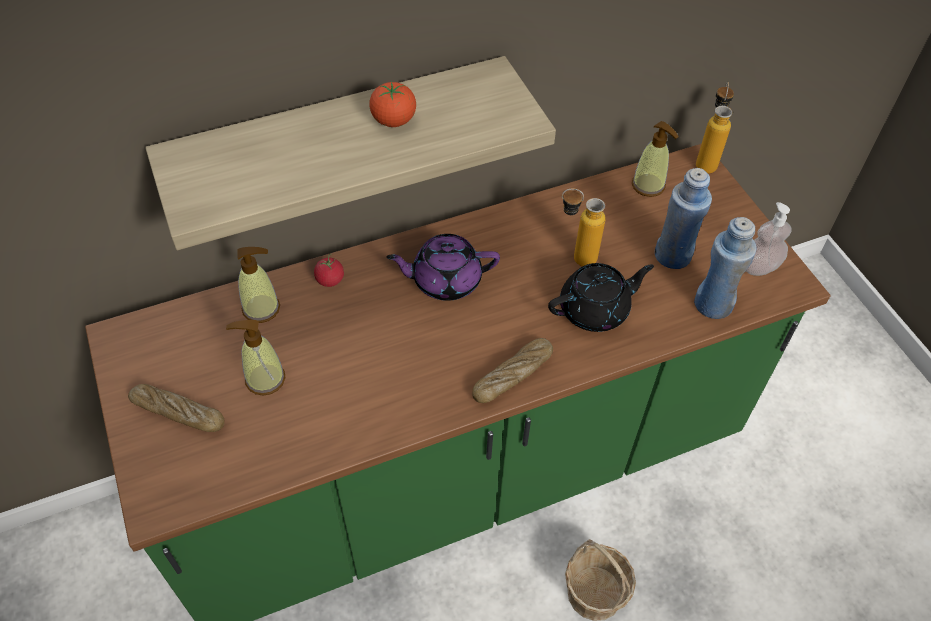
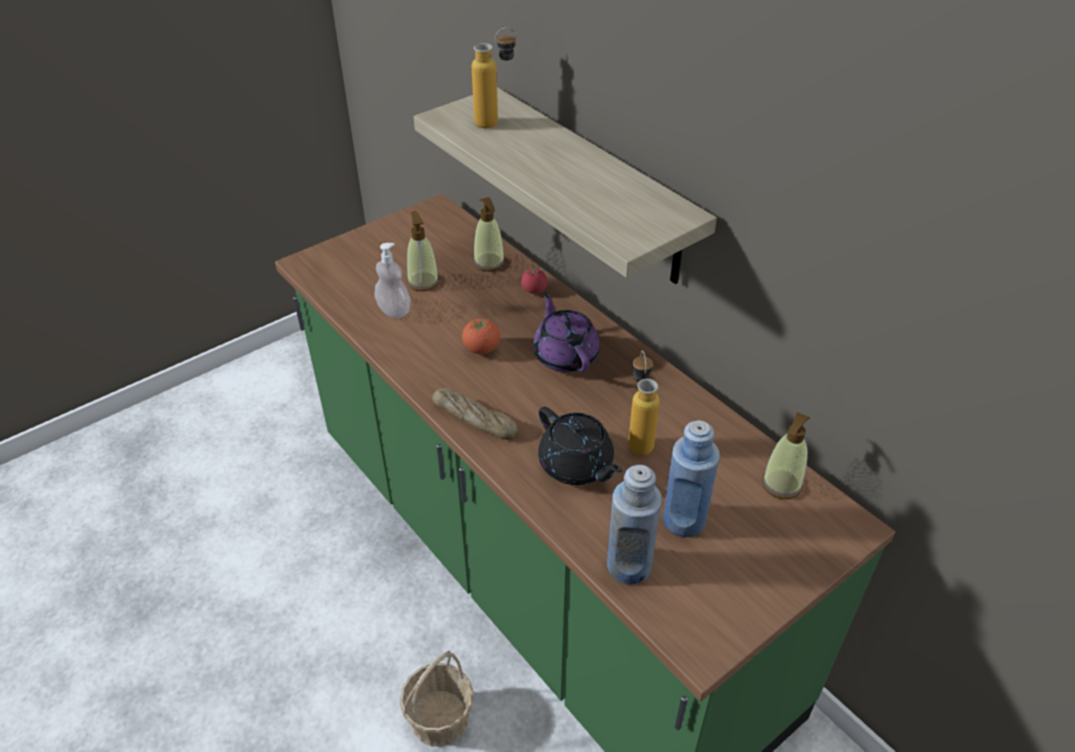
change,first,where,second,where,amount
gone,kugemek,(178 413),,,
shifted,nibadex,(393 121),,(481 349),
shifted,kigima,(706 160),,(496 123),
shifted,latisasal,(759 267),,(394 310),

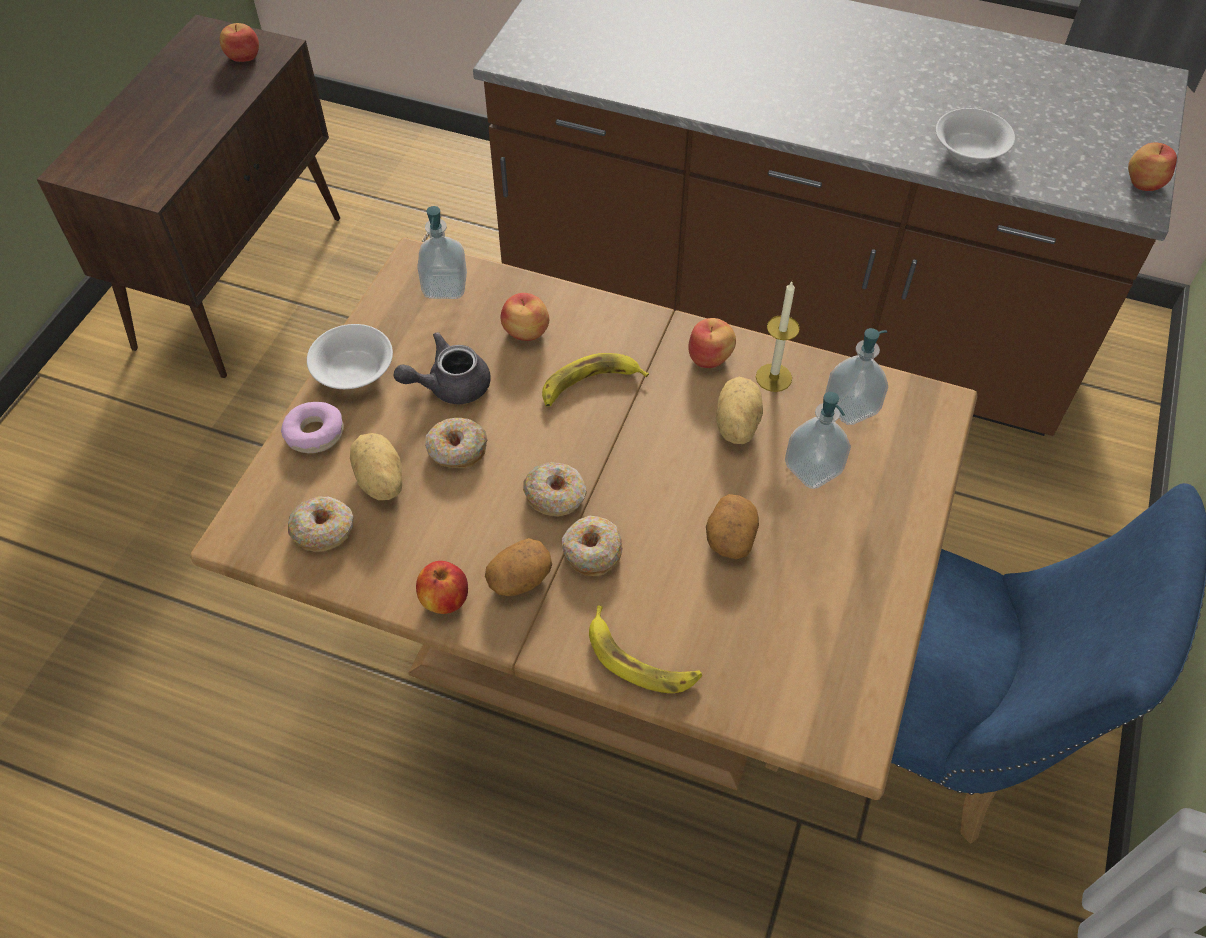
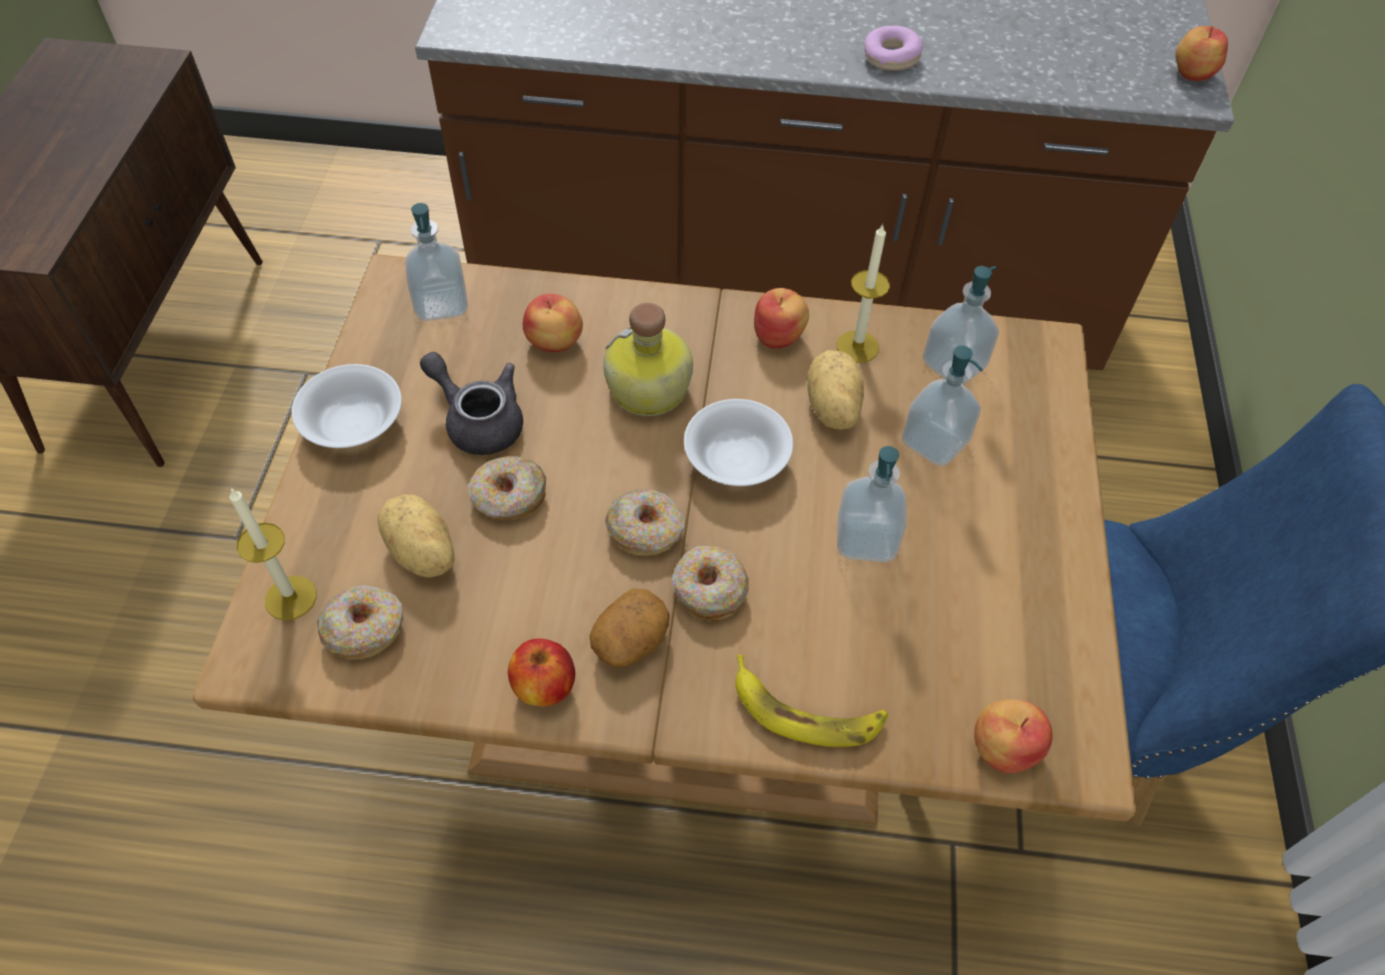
change,first,where,second,where,amount
new,,,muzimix,(290 598),
shifted,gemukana,(243 56),,(1004 747),
shifted,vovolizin,(314 433),,(891 57),
shifted,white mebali,(970 150),,(738 459),
swapped,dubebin,(589 384),kigima,(648 390),
swapped,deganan,(730 536),latisasal,(866 539),
rotated,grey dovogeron,(449 385),,(478 420),75 degrees clockwise

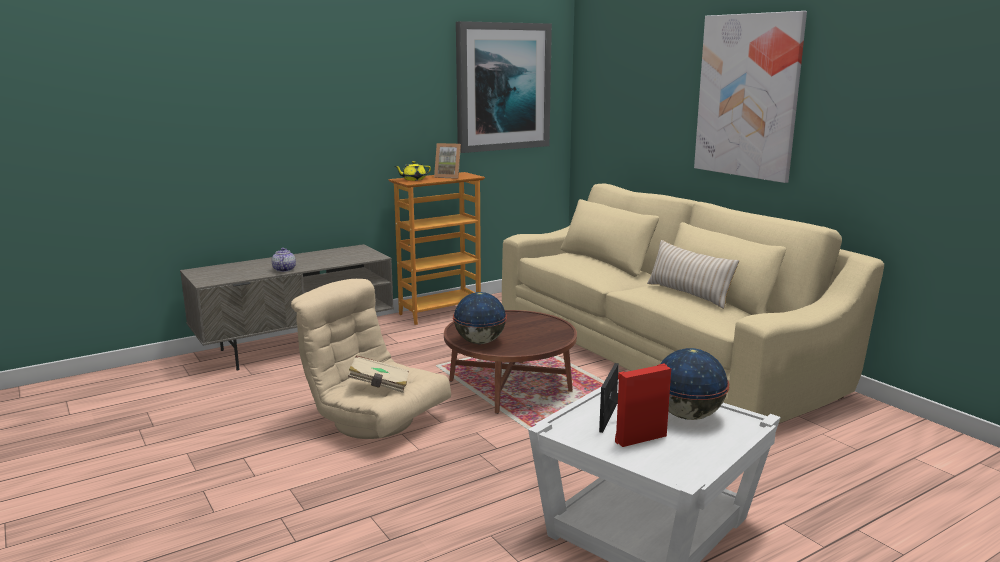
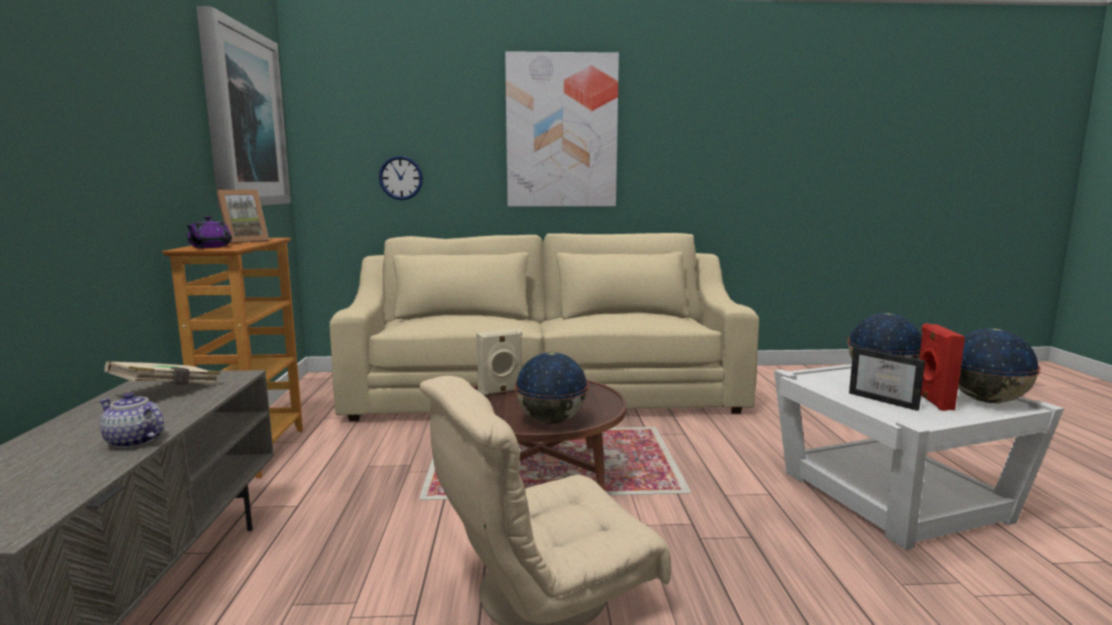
change,first,where,second,where,amount
gone,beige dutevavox,(688 294),,,
new,,,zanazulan,(401 178),
new,,,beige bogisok,(500 391),
new,,,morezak,(986 401),
shifted,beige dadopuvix,(379 385),,(167 390),
repainted,yellow dovogeron,(413 179),purple dovogeron,(210 247),

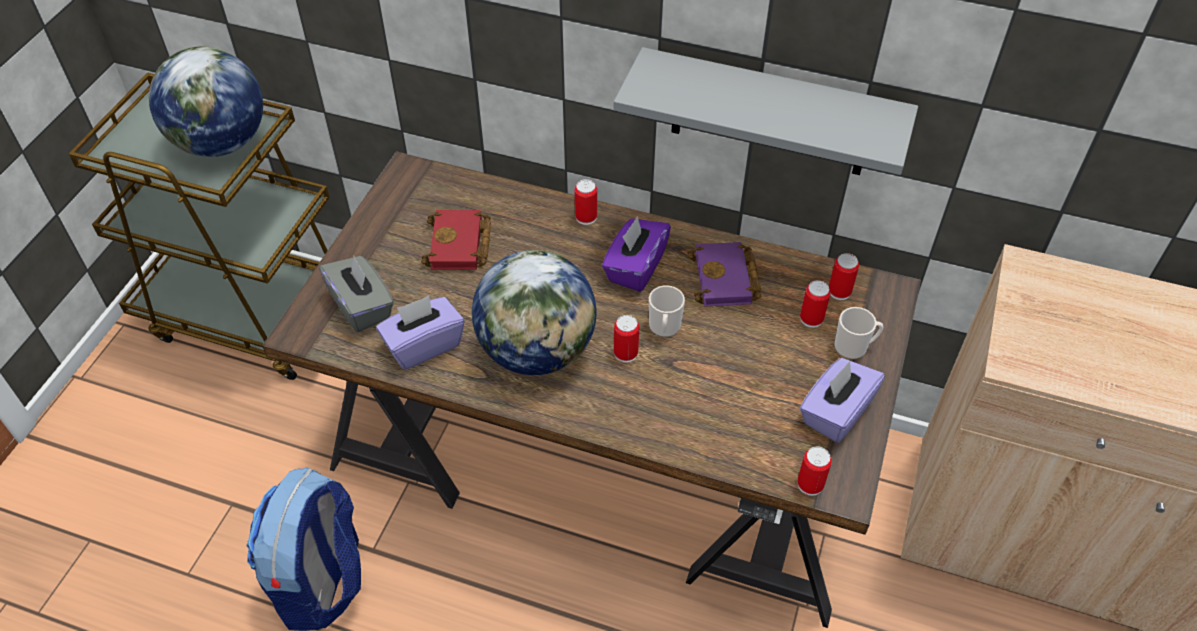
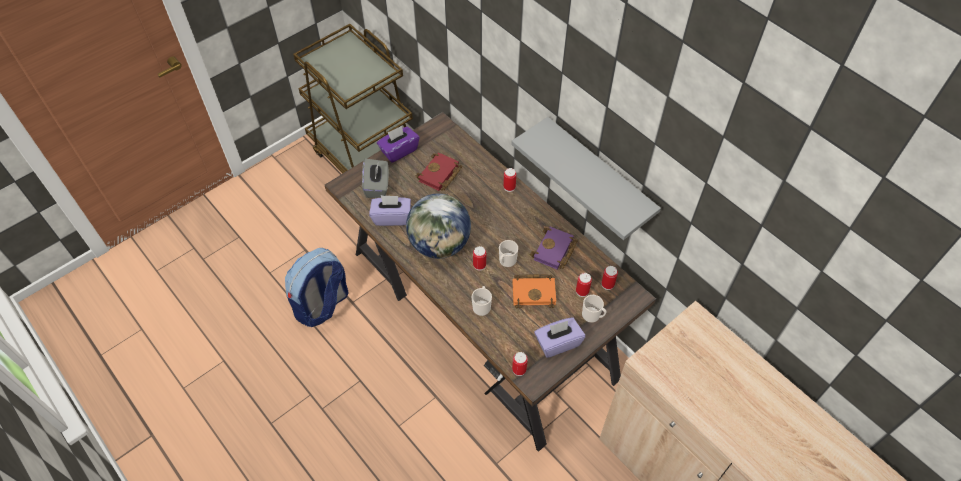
change,first,where,second,where,amount
gone,morezak,(221 143),,,
new,,,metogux,(482 306),
new,,,orange dadopuvix,(535 292),
shifted,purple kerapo,(635 268),,(399 151),

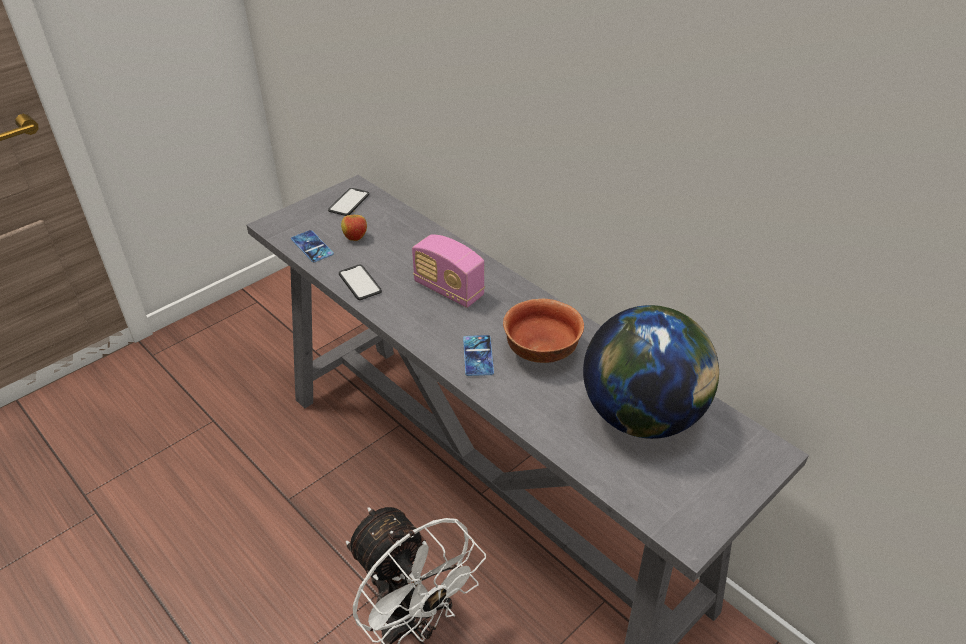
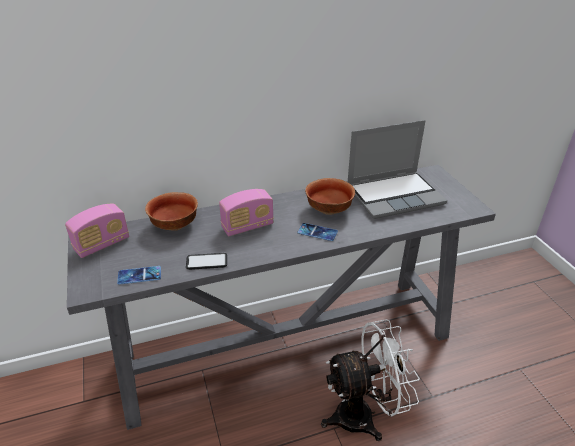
change,first,where,second,where,amount
gone,gemukana,(355 237),,,
new,,,mebali,(174 225),
swapped,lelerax,(349 202),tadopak,(102 244),
swapped,morezak,(642 416),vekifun,(395 195),

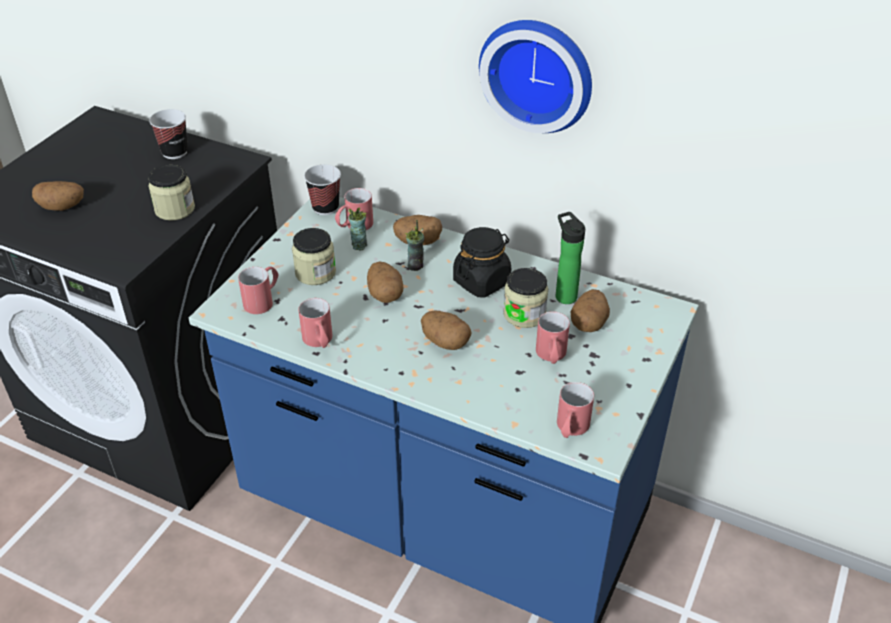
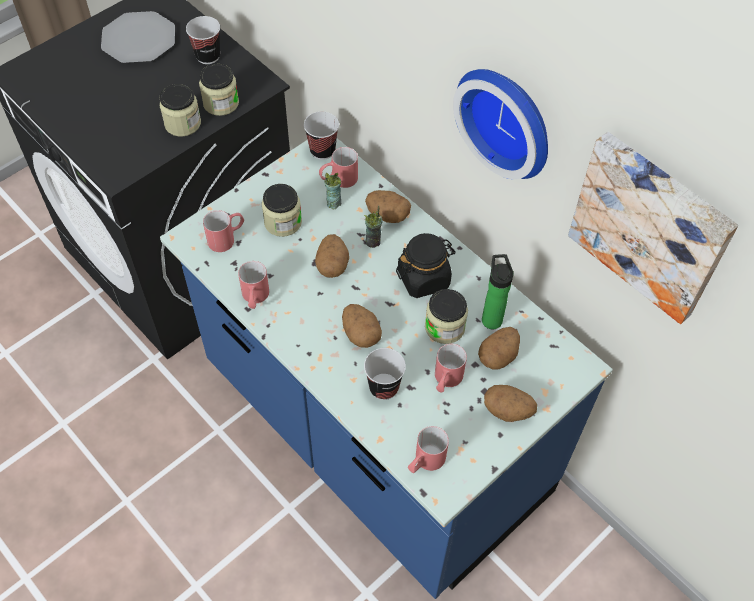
change,first,where,second,where,amount
new,,,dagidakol,(139 39),
new,,,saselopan,(221 103),
new,,,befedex,(383 387),
new,,,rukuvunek,(651 225),
shifted,deganan,(62 207),,(508 410),

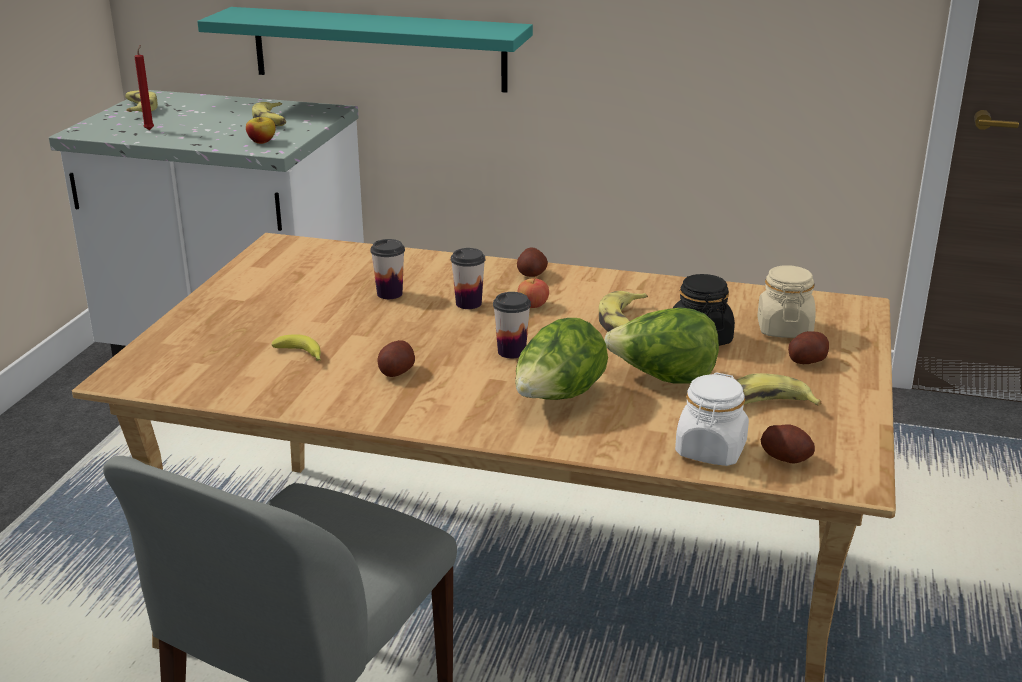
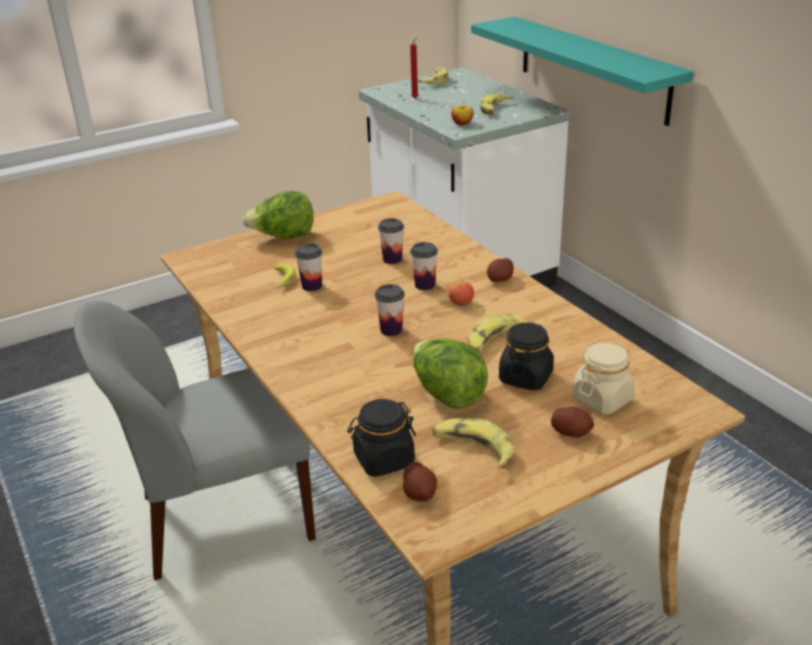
change,first,where,second,where,amount
gone,deganan,(396 372),,,
new,,,befedex,(312 286),
shifted,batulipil,(558 398),,(283 237),
repainted,white saselopan,(710 450),black saselopan,(383 460),

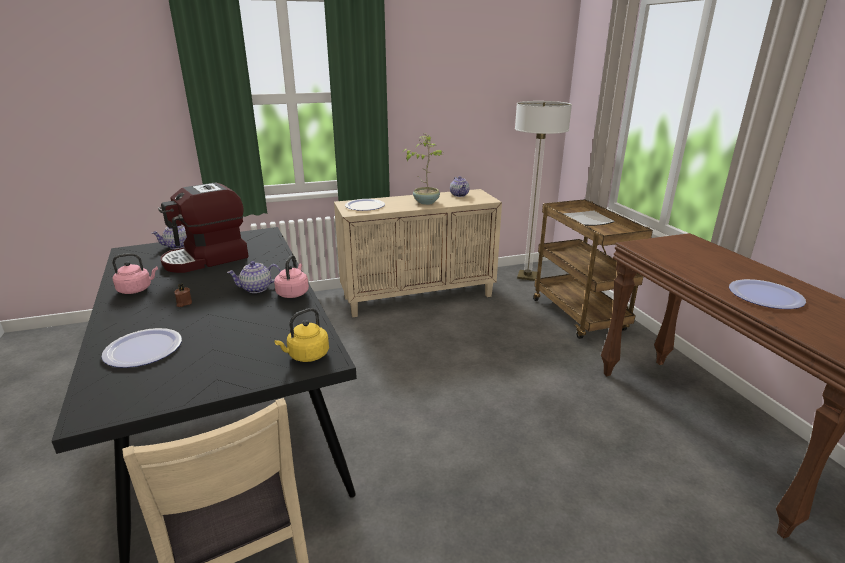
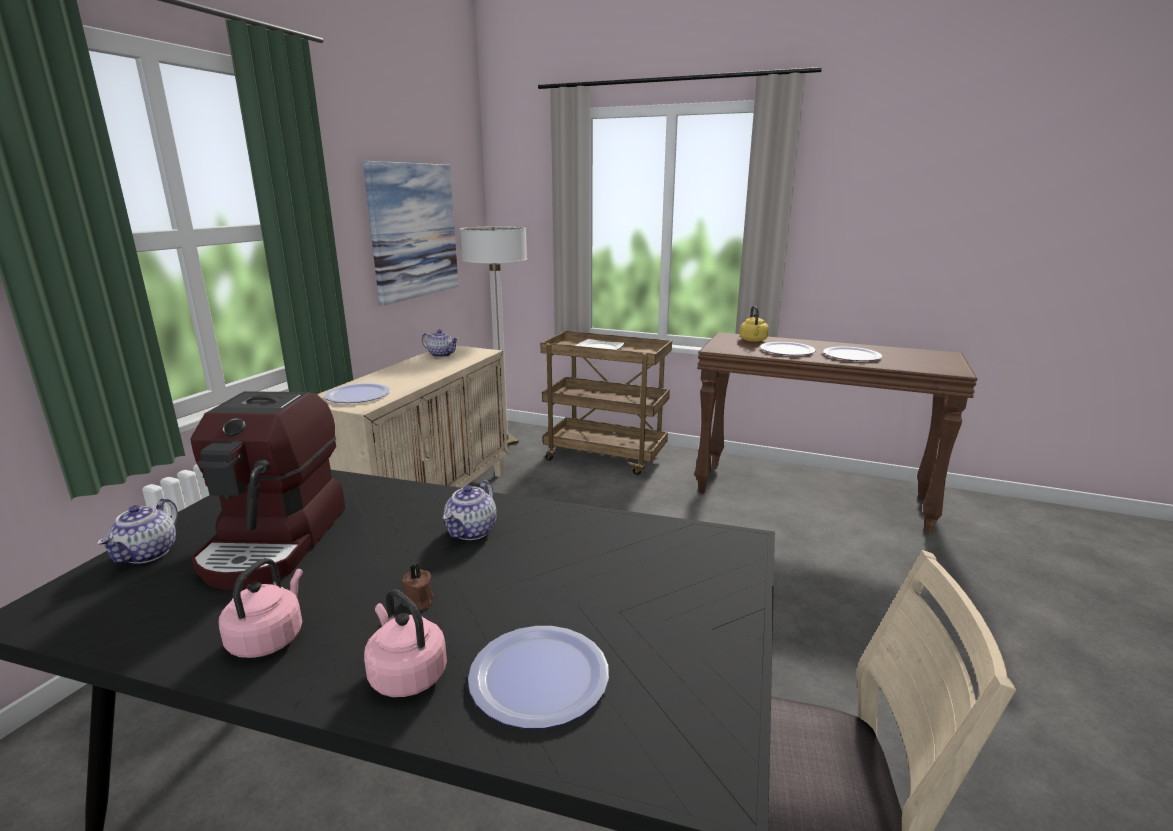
change,first,where,second,where,amount
gone,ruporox,(426 202),,,
new,,,rukuvunek,(413 231),
new,,,dagidakol,(787 350),
shifted,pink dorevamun,(293 293),,(406 674),
shifted,yellow dorevamun,(306 356),,(753 340),

